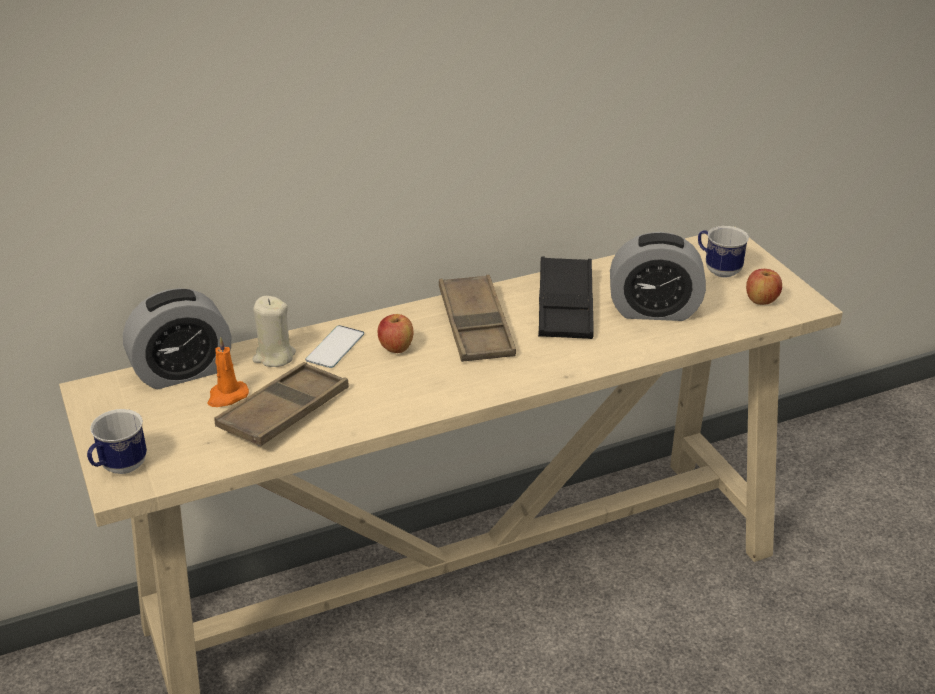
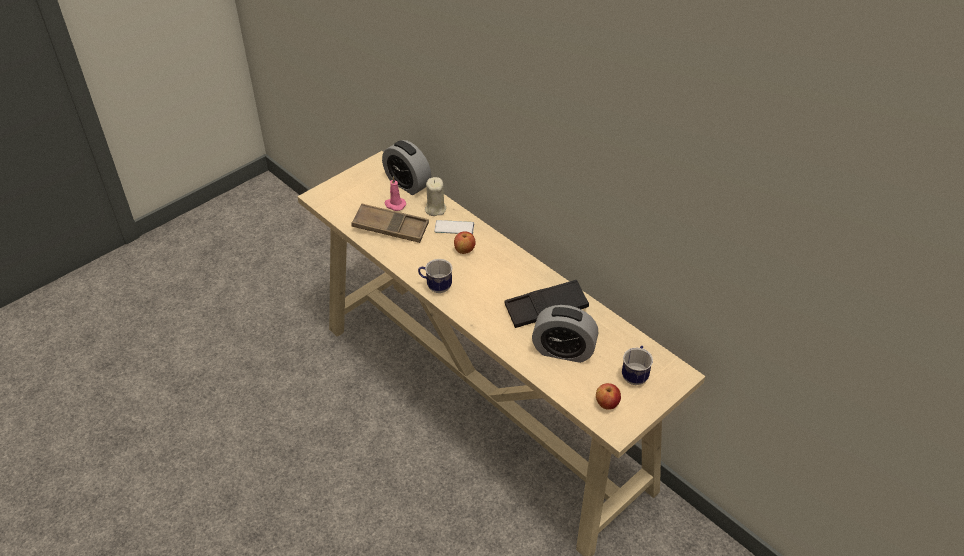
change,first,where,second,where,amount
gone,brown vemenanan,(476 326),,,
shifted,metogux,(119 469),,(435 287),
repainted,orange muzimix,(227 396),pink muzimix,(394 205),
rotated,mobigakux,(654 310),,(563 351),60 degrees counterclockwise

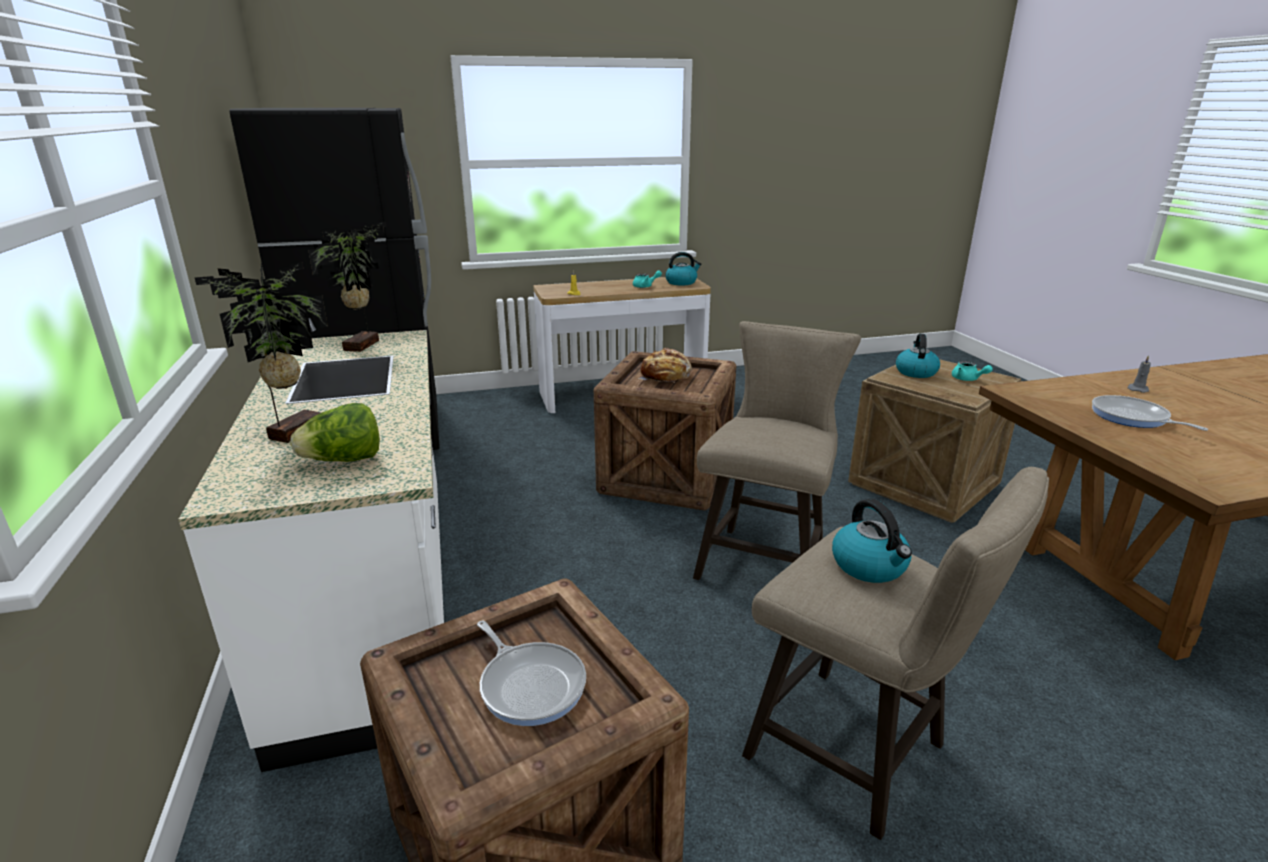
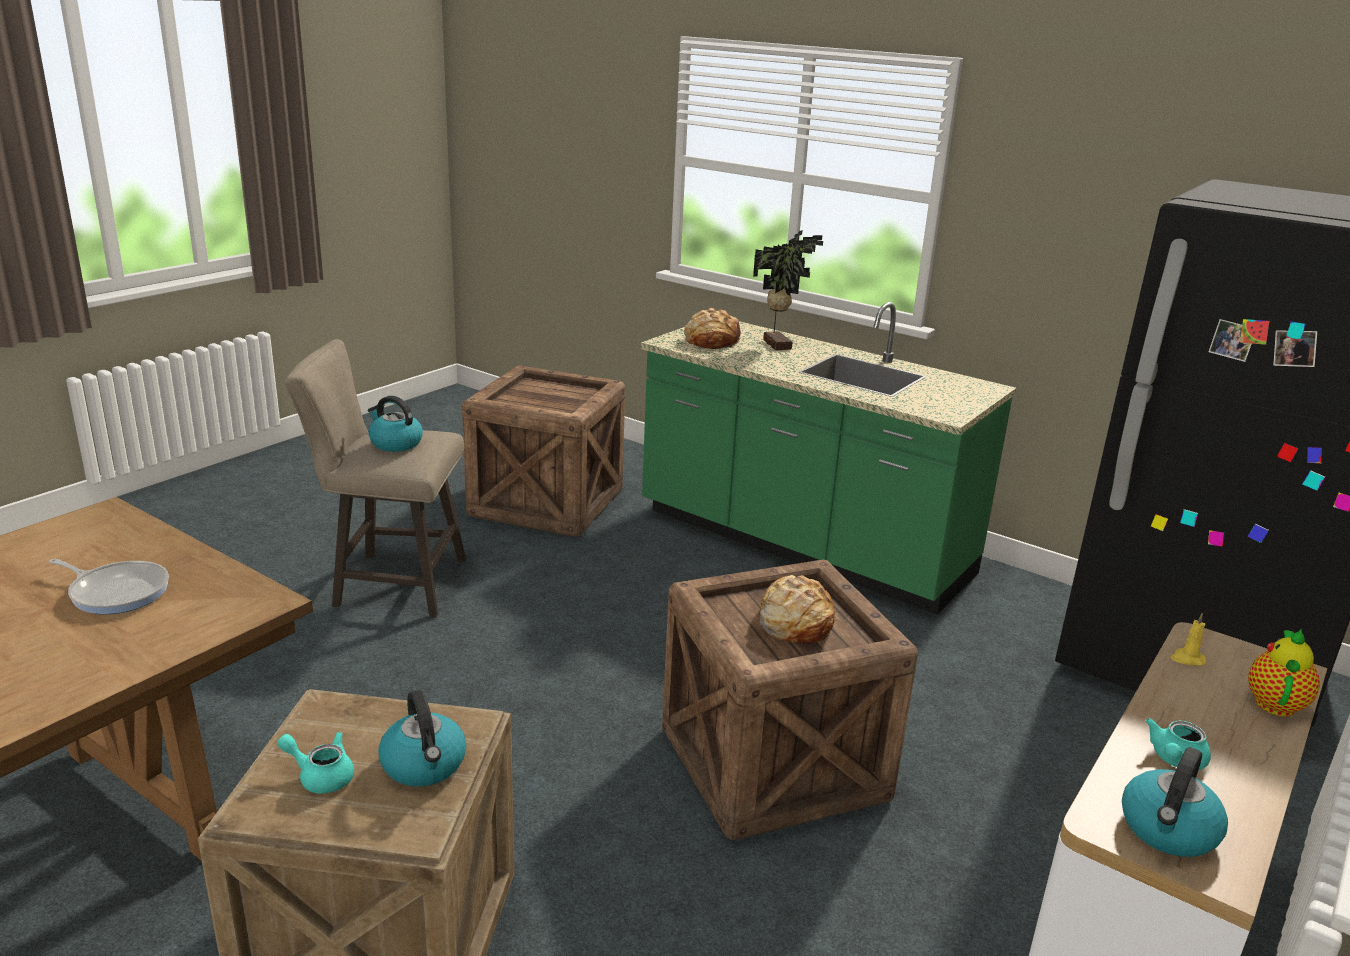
change,first,where,second,where,amount
gone,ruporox,(364 345),,,
gone,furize,(530 684),,,
gone,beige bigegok,(765 559),,,
gone,grey muzimix,(1137 389),,,
new,,,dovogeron,(1275 702),
swapped,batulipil,(344 460),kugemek,(712 341),
repainted,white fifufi,(376 602),green fifufi,(802 544),

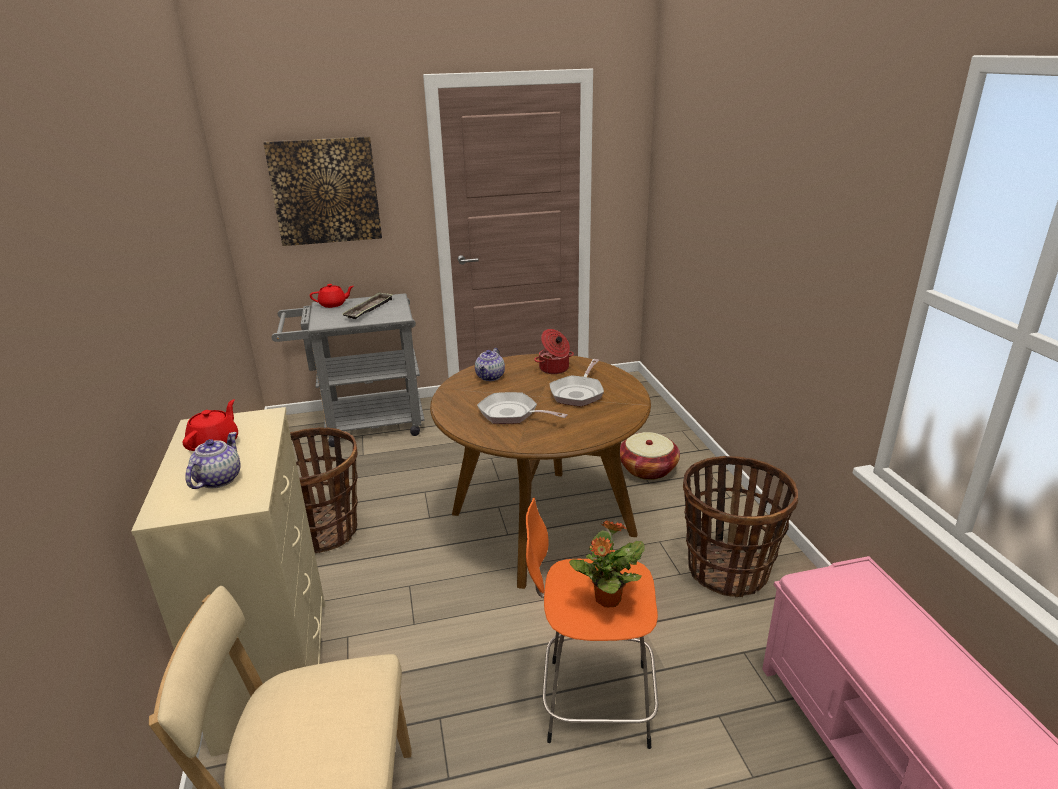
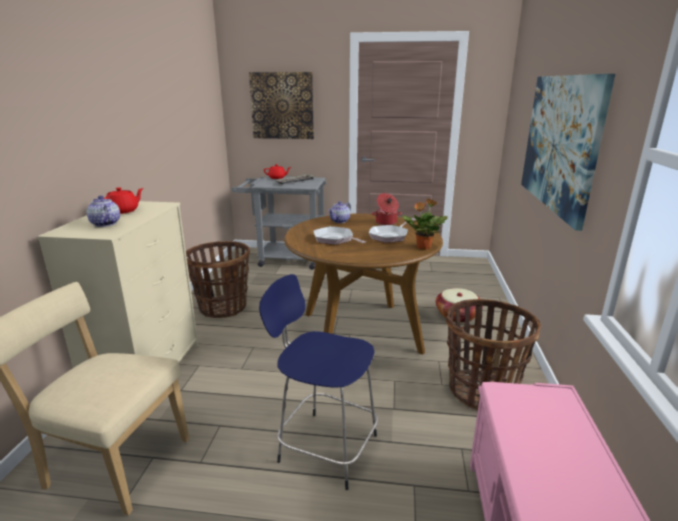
change,first,where,second,where,amount
new,,,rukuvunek,(559 142),
shifted,ruporox,(607 599),,(423 247),
repainted,orange bigegok,(593 701),blue bigegok,(325 446),
rotated,dovogeron,(218 479),,(105 224),75 degrees counterclockwise

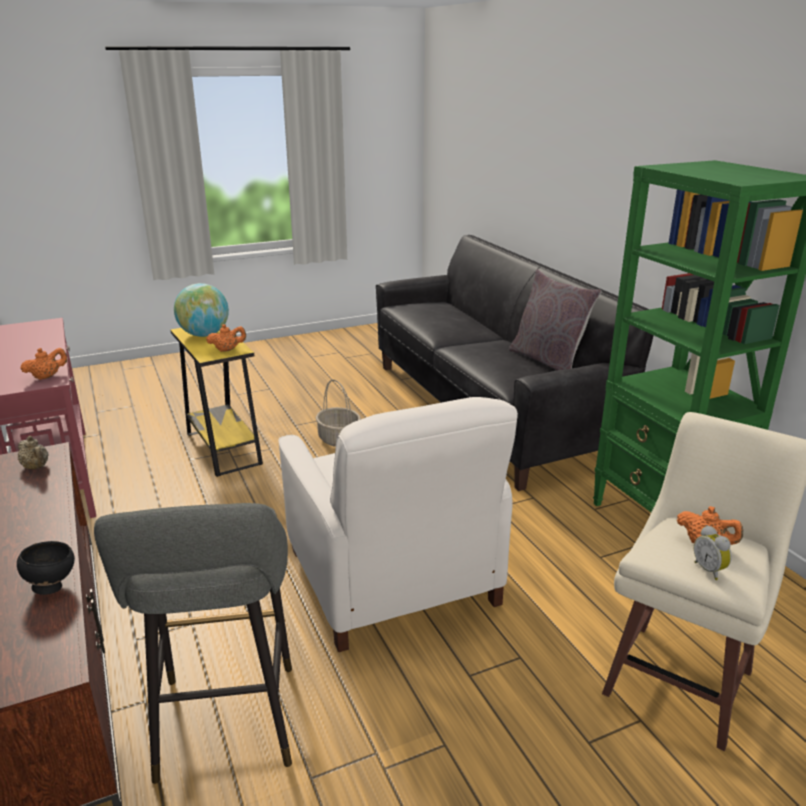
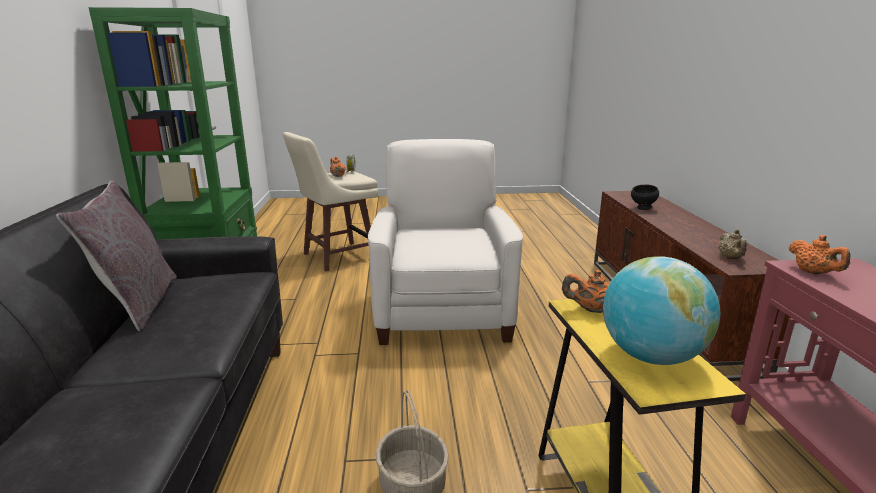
change,first,where,second,where,amount
gone,grey bigegok,(226 729),,,
rotated,beige dovogeron,(36 467),,(730 258),150 degrees counterclockwise
rotated,orange dovogeron,(47 377),,(813 273),90 degrees counterclockwise

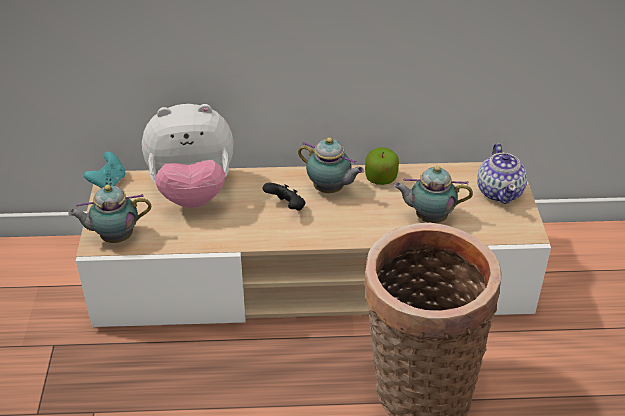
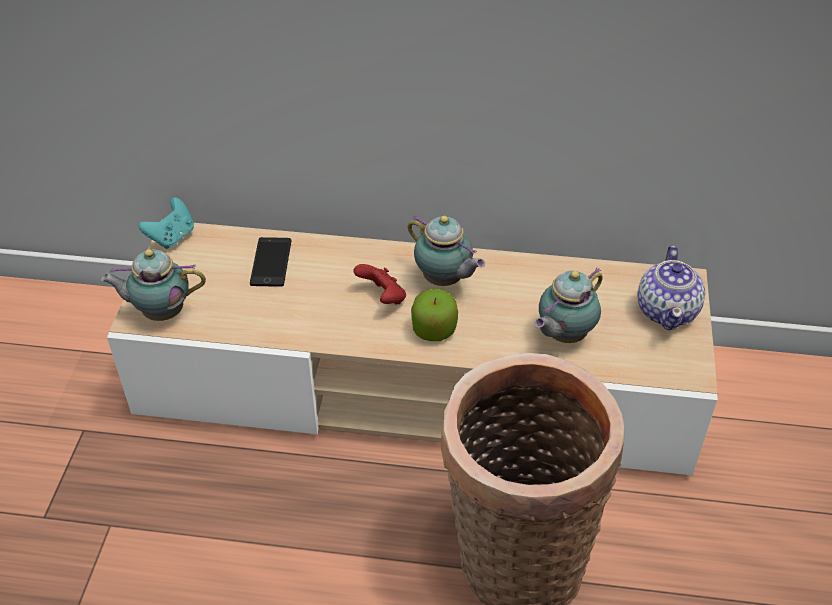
change,first,where,second,where,amount
shifted,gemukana,(381 178),,(434 330),
swapped,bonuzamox,(192 192),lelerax,(271 262),
repainted,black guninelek,(286 207),red guninelek,(382 297),
rotated,dovogeron,(428 217),,(563 335),60 degrees counterclockwise

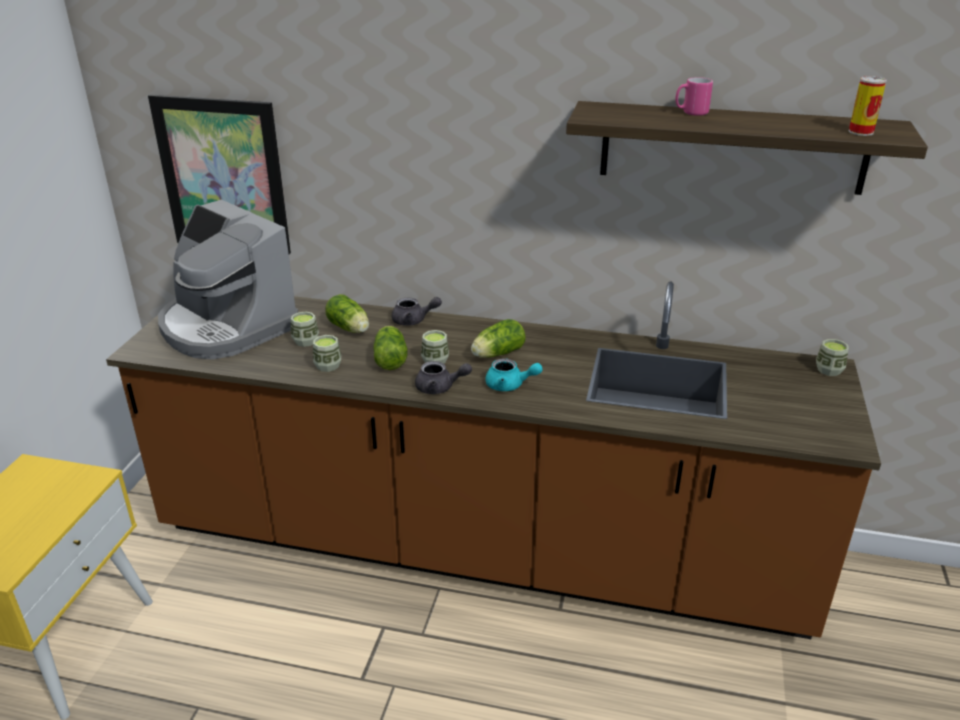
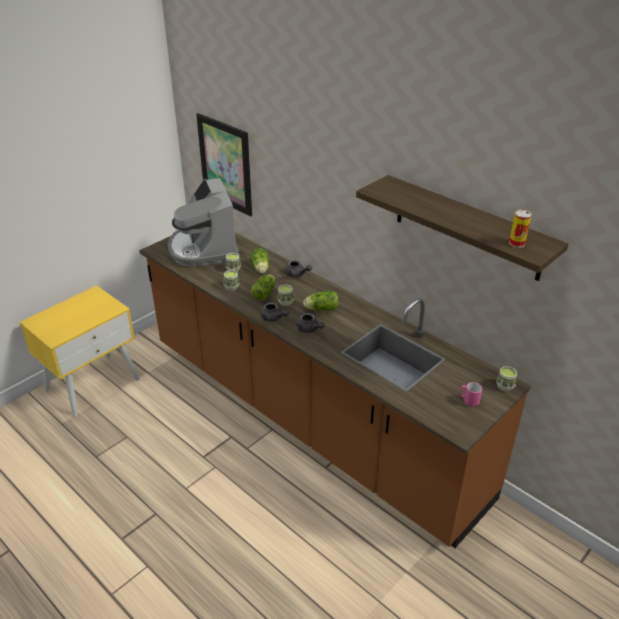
change,first,where,second,where,amount
shifted,pink metogux,(690 113),,(468 401),
repainted,turquoise dovogeron,(510 385),grey dovogeron,(309 329),

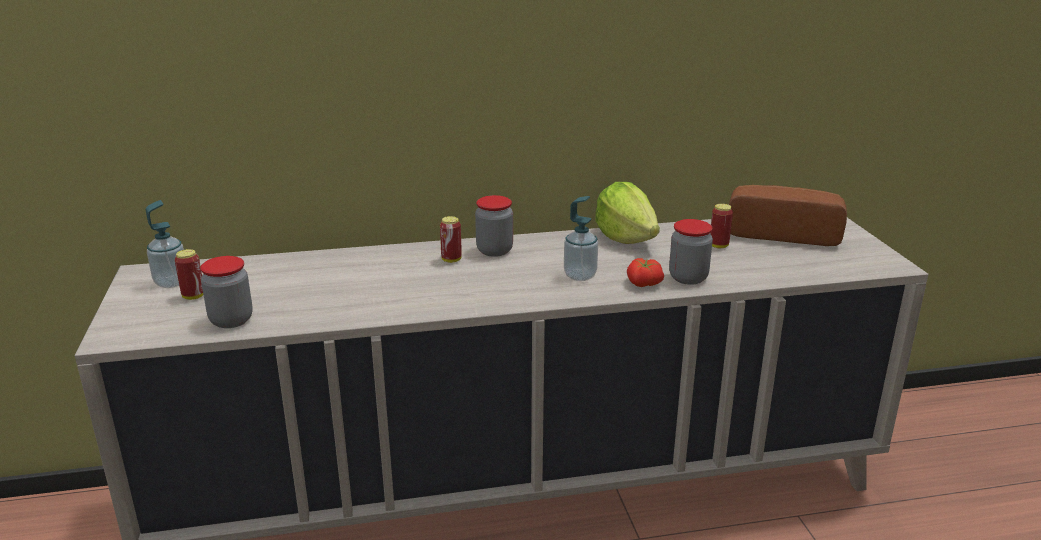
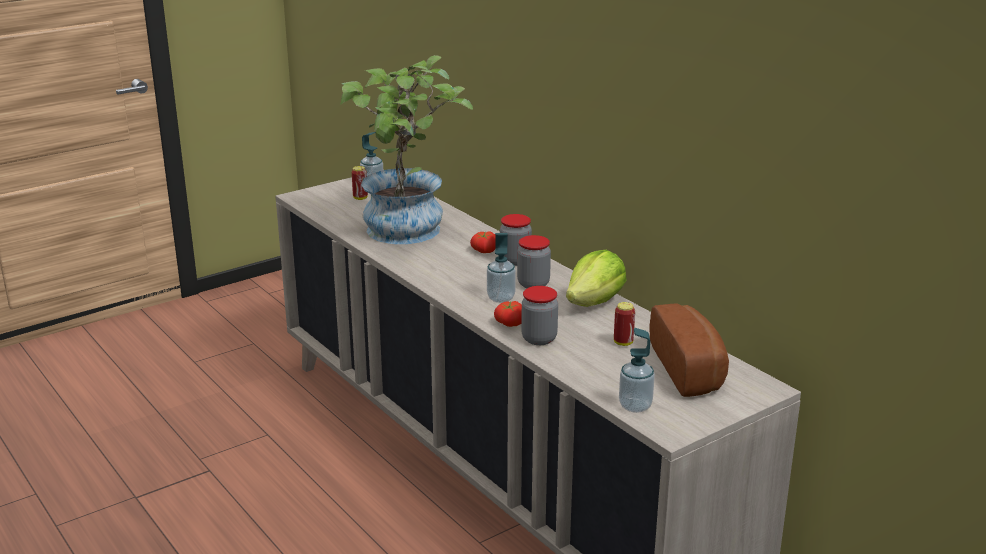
change,first,where,second,where,amount
new,,,ruporox,(406 234),
new,,,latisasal,(635 406),
shifted,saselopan,(231 320),,(533 284),
swapped,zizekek,(451 260),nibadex,(483 251),

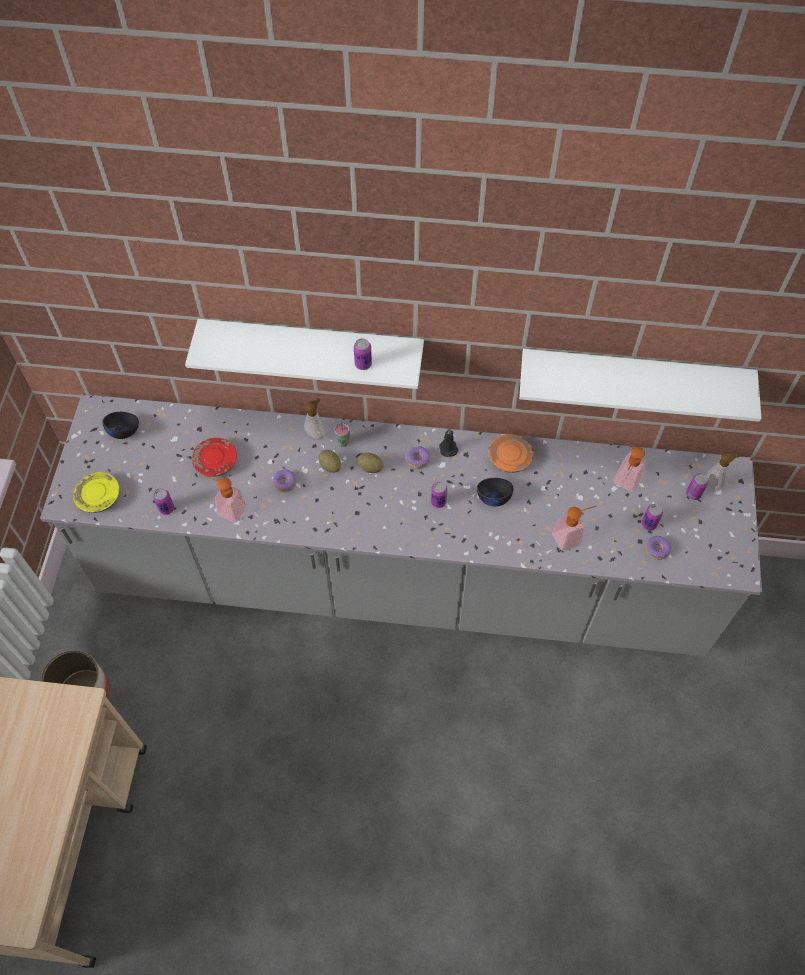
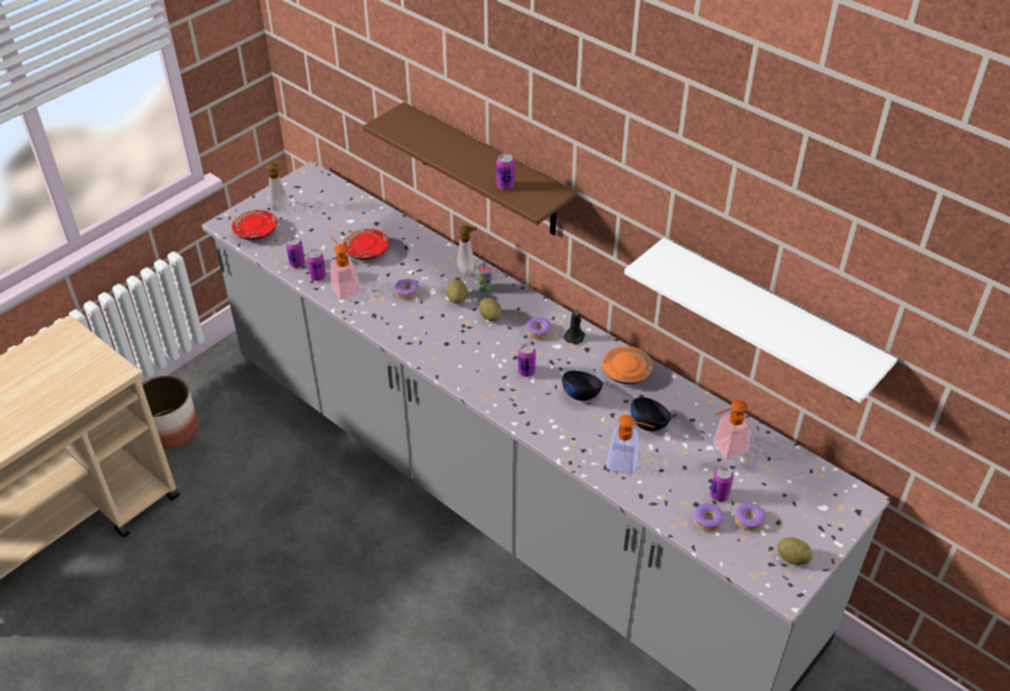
change,first,where,second,where,amount
new,,,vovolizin,(749 520),
new,,,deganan,(792 558),
shifted,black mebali,(124 431),,(649 424),
shifted,zizekek,(693 494),,(318 277),
shifted,latisasal,(714 483),,(281 208),
repainted,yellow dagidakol,(98 497),red dagidakol,(255 232),
repainted,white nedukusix,(312 348),brown nedukusix,(487 171),

